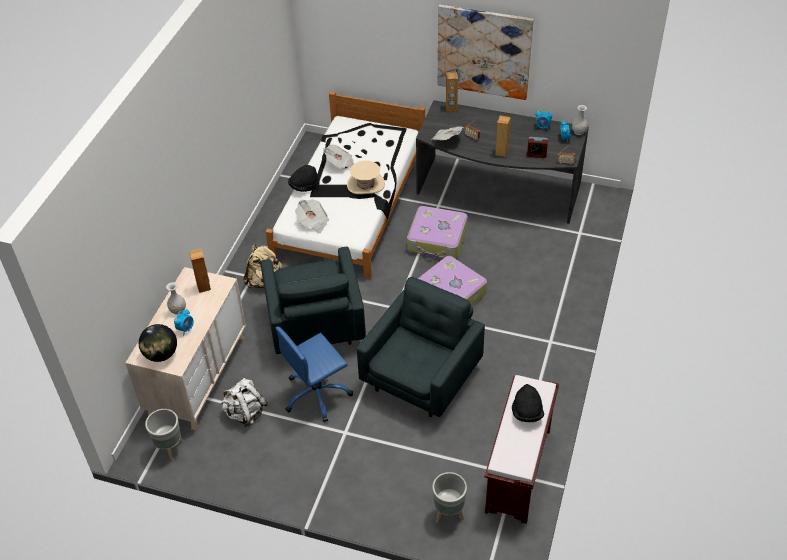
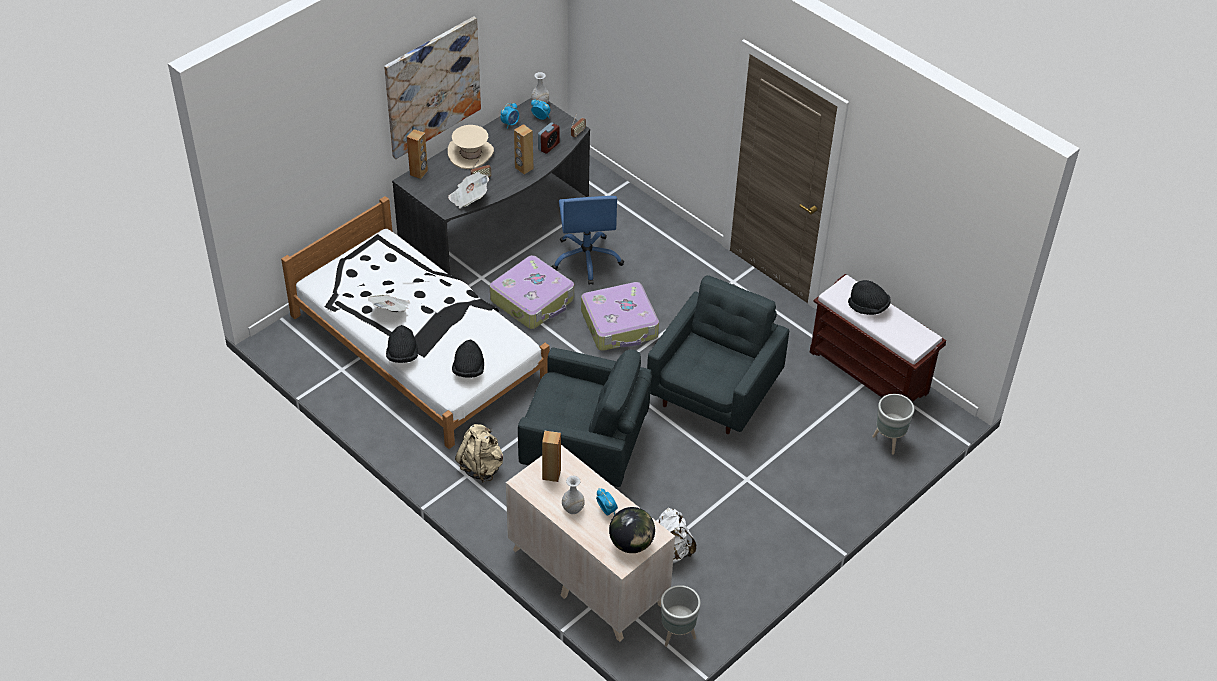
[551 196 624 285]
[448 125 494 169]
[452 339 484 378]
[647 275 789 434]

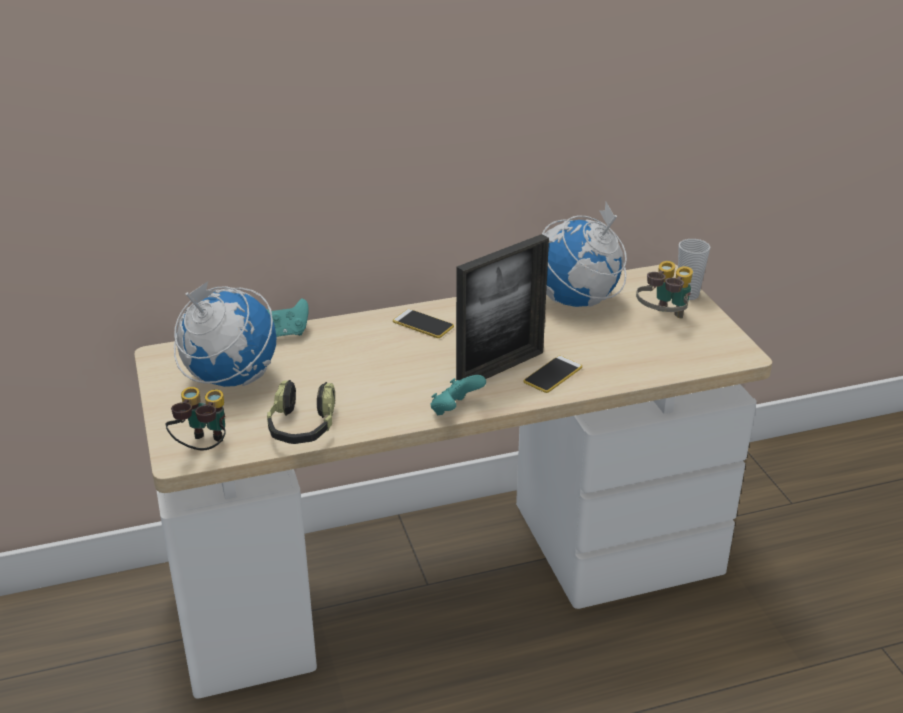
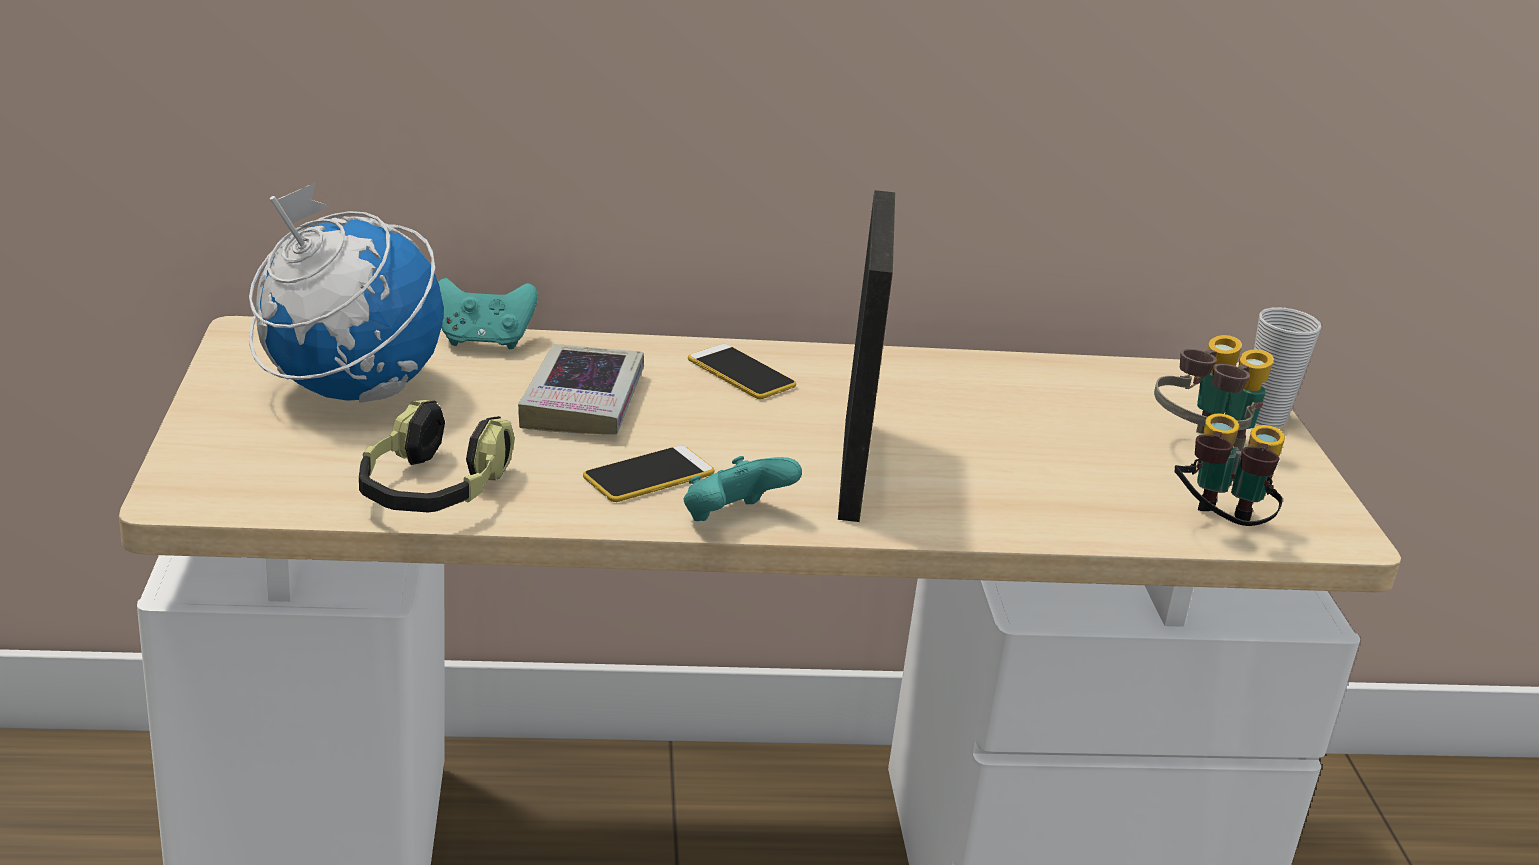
[542 202 627 307] (first image)
[518 344 644 435]
[1175 413 1285 526]
[583 445 714 502]
[838 190 895 522]

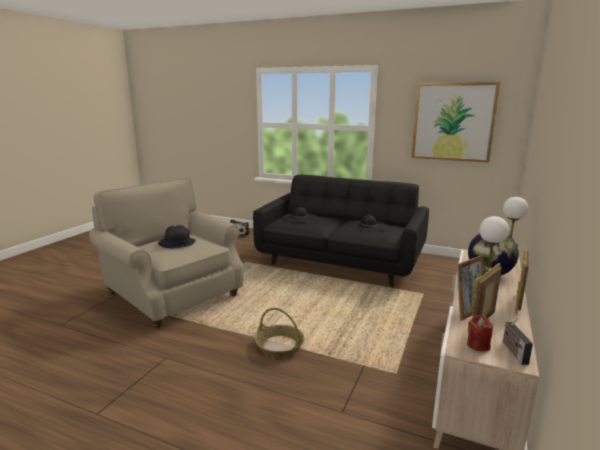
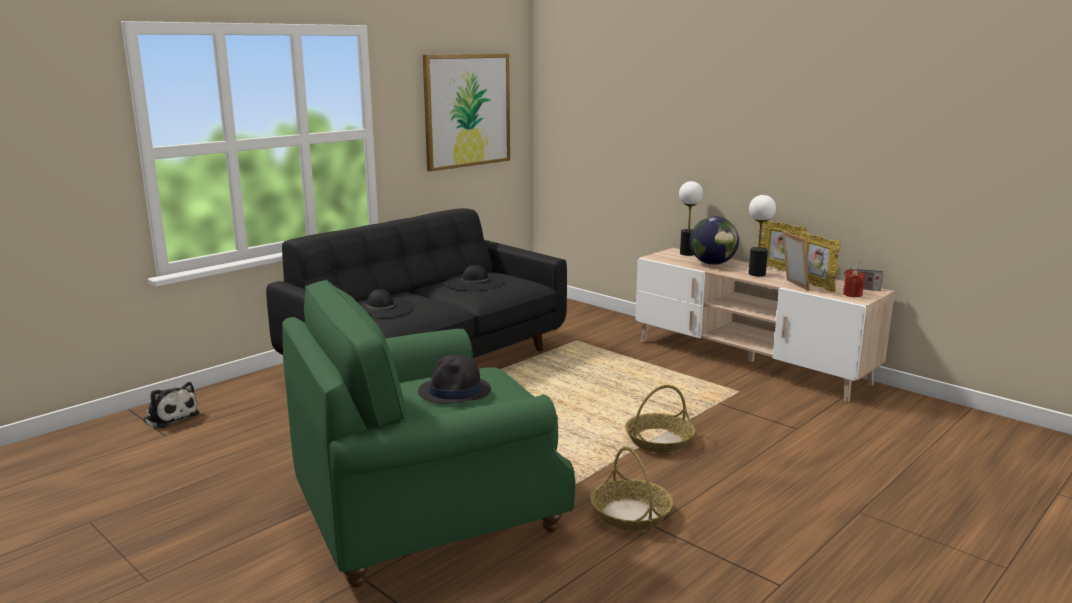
[590 447 673 531]
[282 280 575 587]

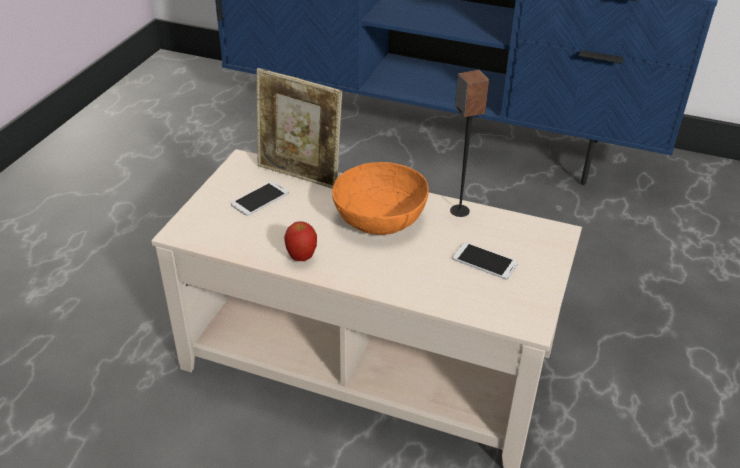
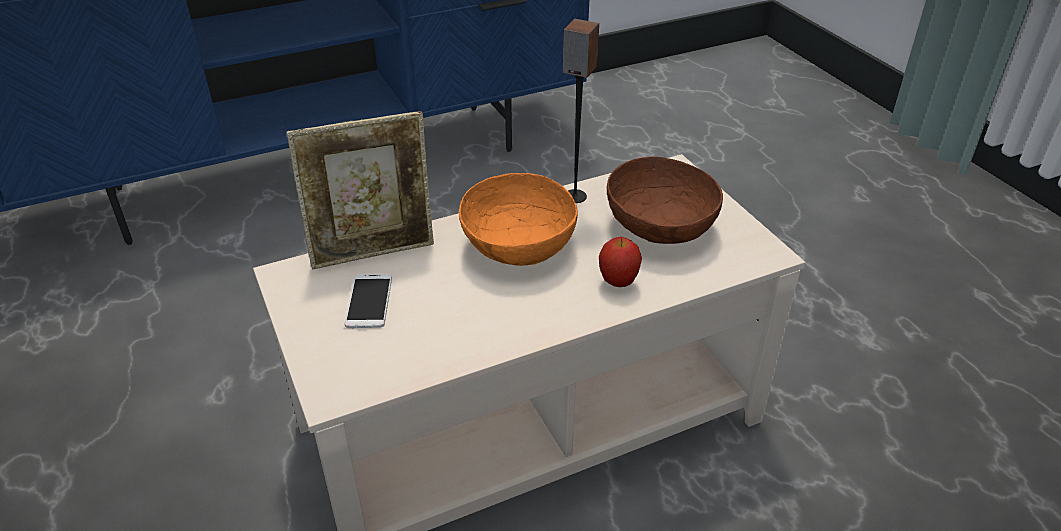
[599 237 642 287]
[607 156 723 244]

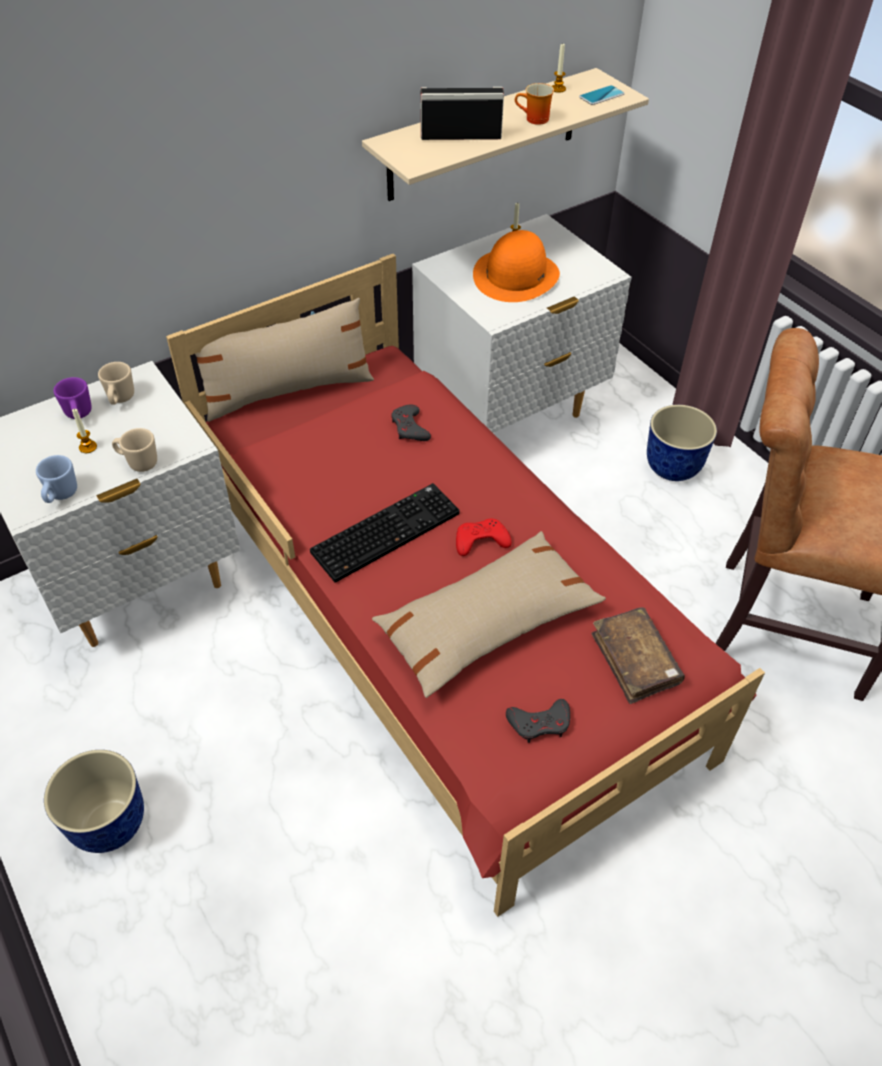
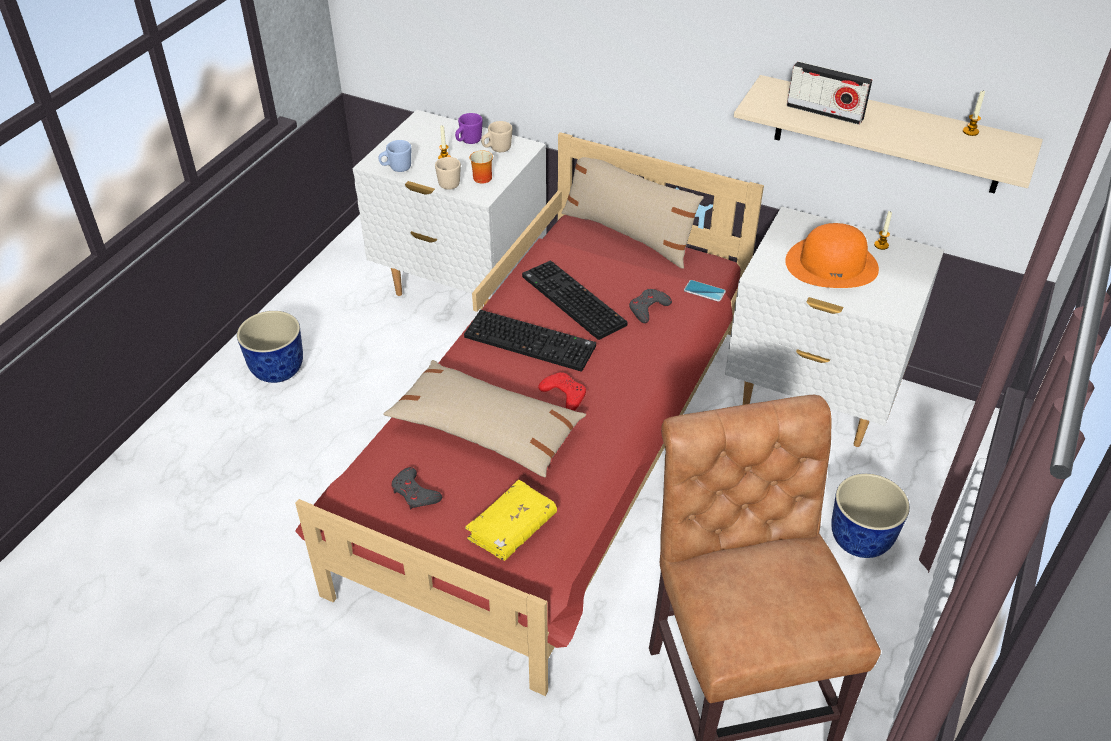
[522 261 628 340]
[469 151 493 183]
[684 280 726 302]
[465 480 557 561]
[787 61 872 125]

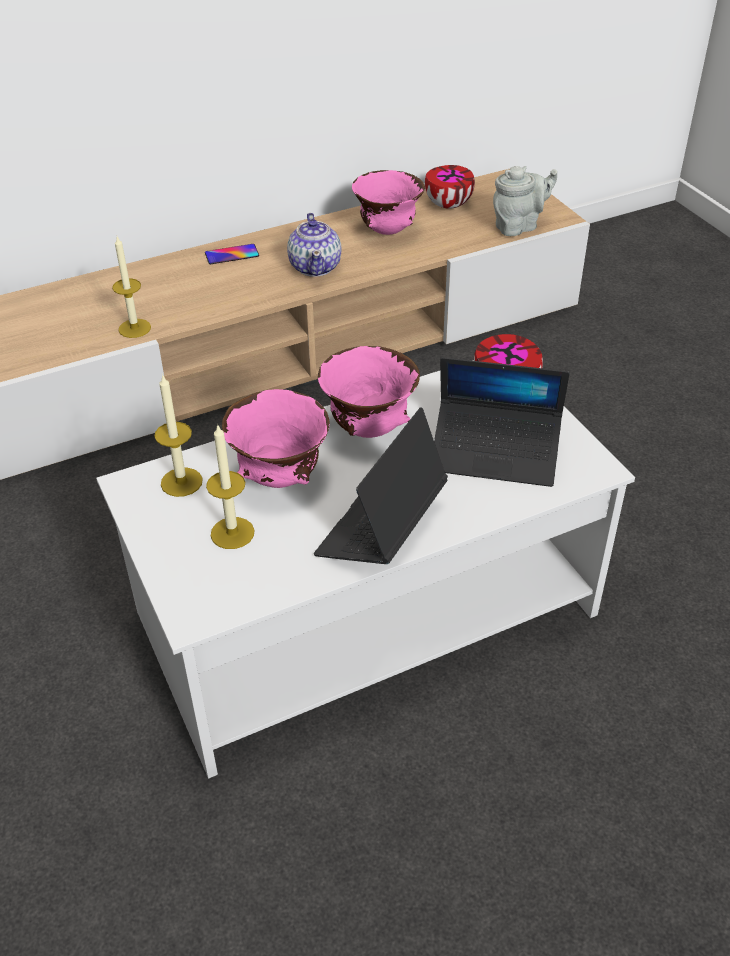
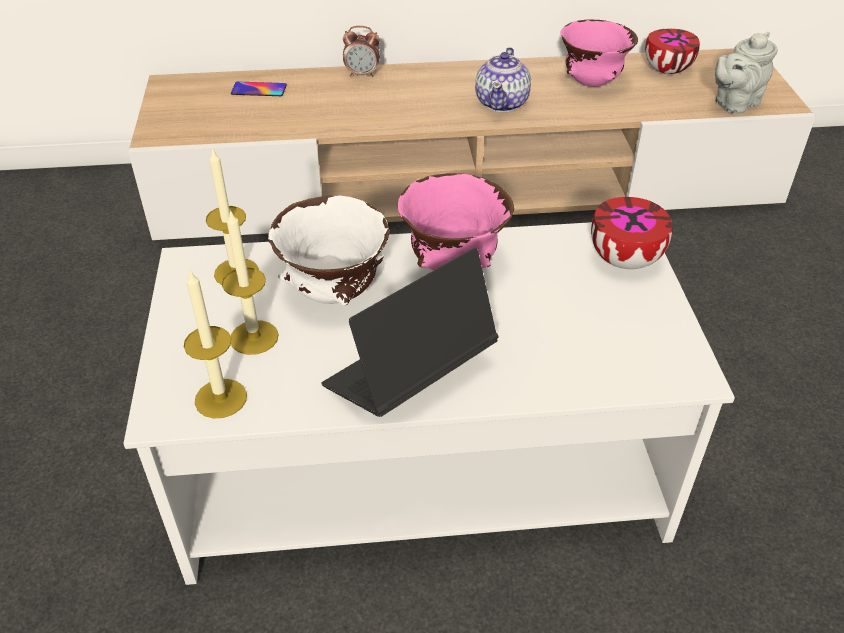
[434 357 569 487] (first image)
[343 26 380 77]
[184 269 247 419]
[231 82 287 96]
[268 195 389 306]
[715 32 778 114]

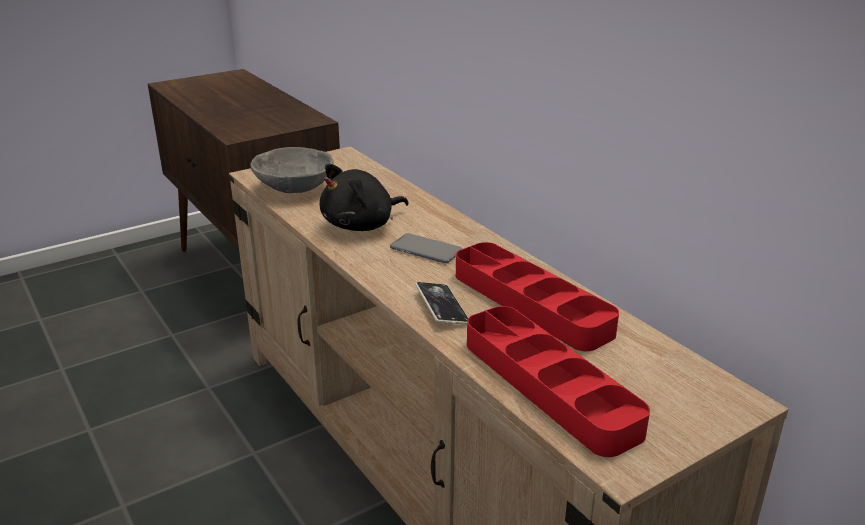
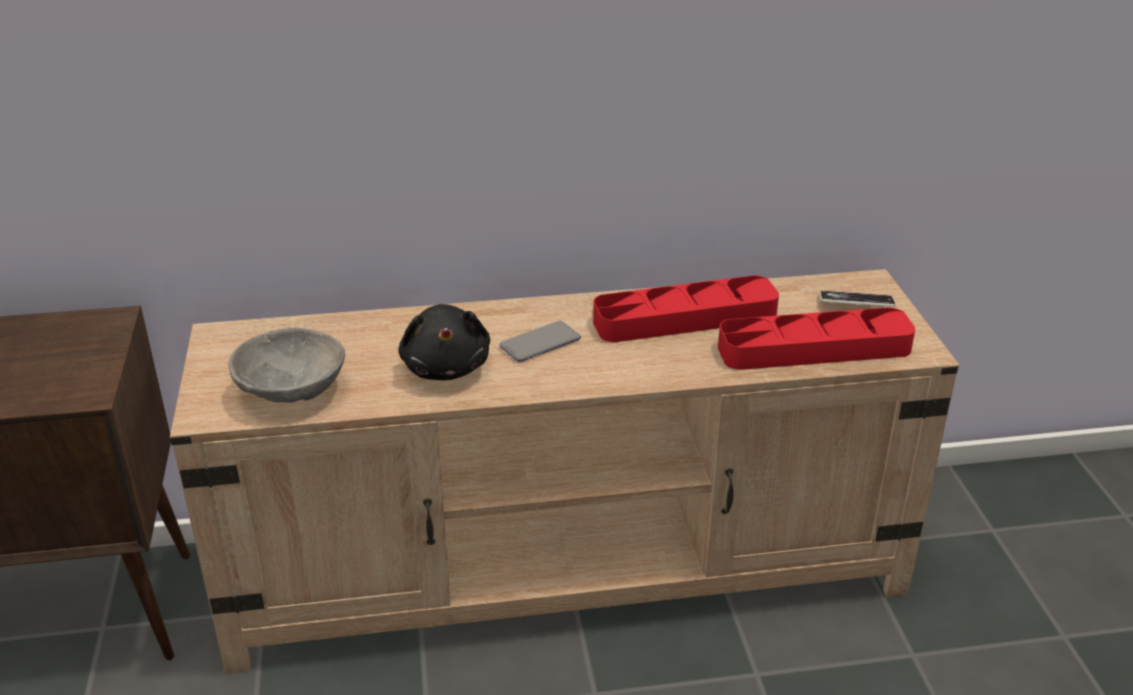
[819 291 896 307]

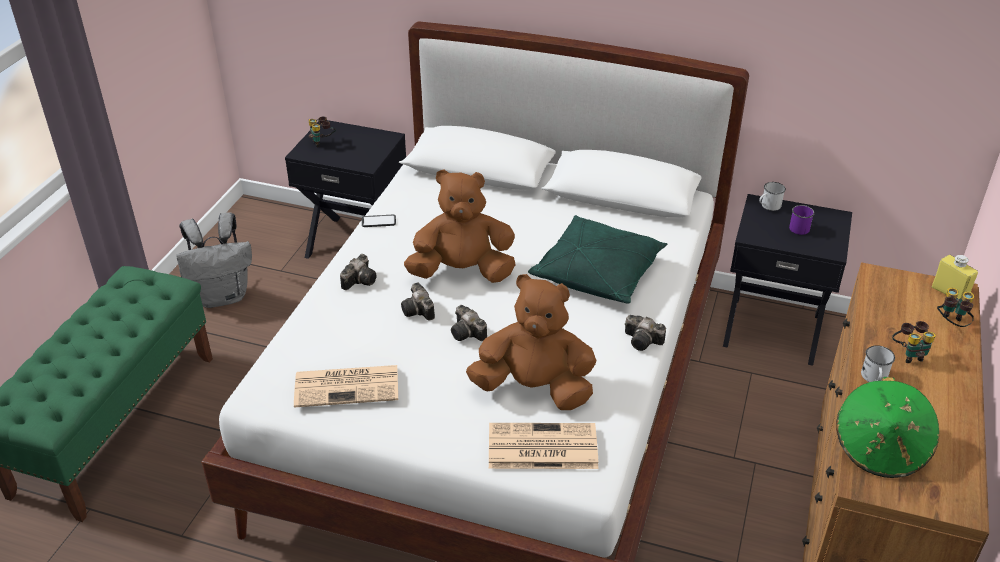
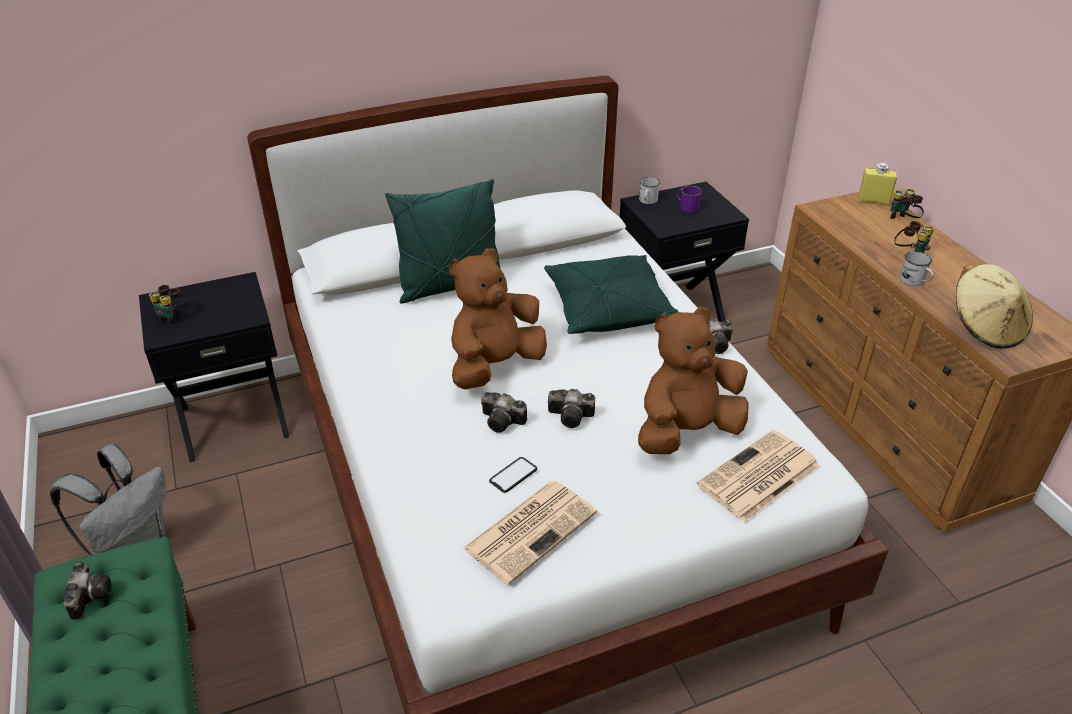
[385 179 500 304]
[64 562 112 620]
[489 457 537 493]
[956 264 1033 349]

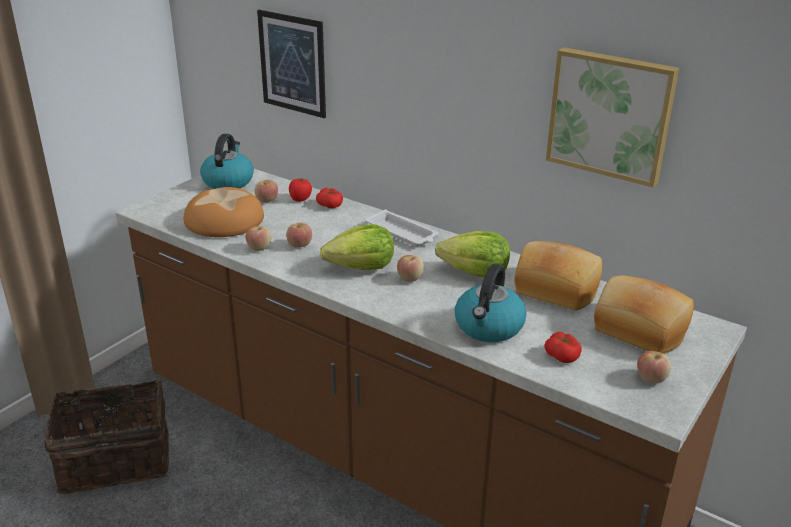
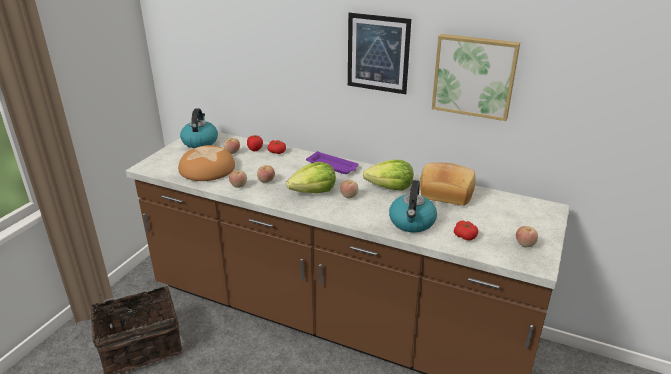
[594 276 694 354] (first image)
[348 13 411 94]
[306 151 359 174]

